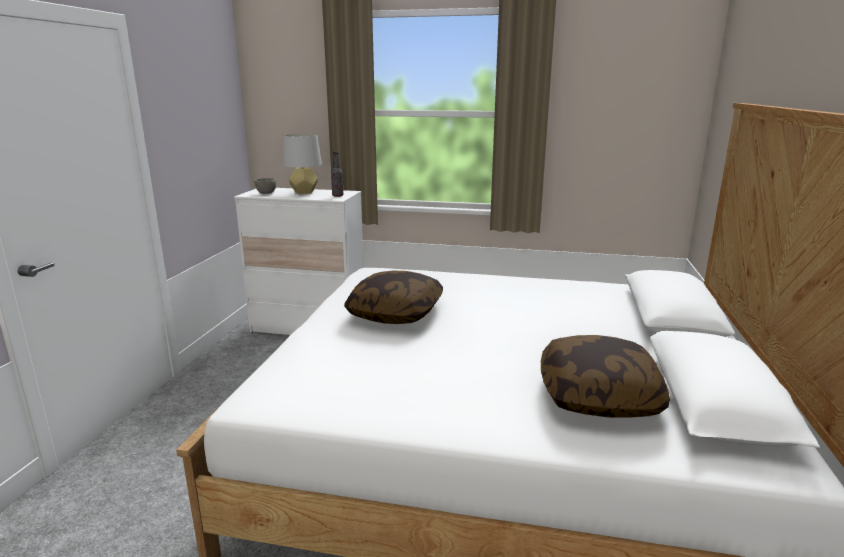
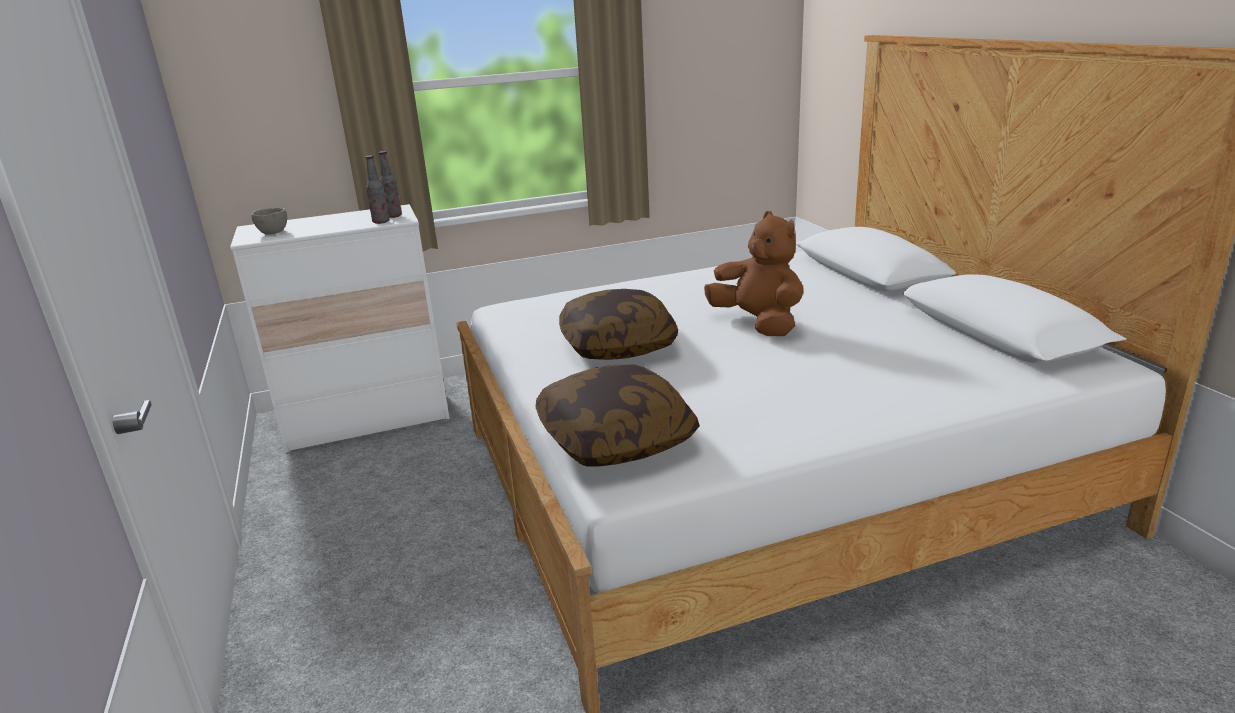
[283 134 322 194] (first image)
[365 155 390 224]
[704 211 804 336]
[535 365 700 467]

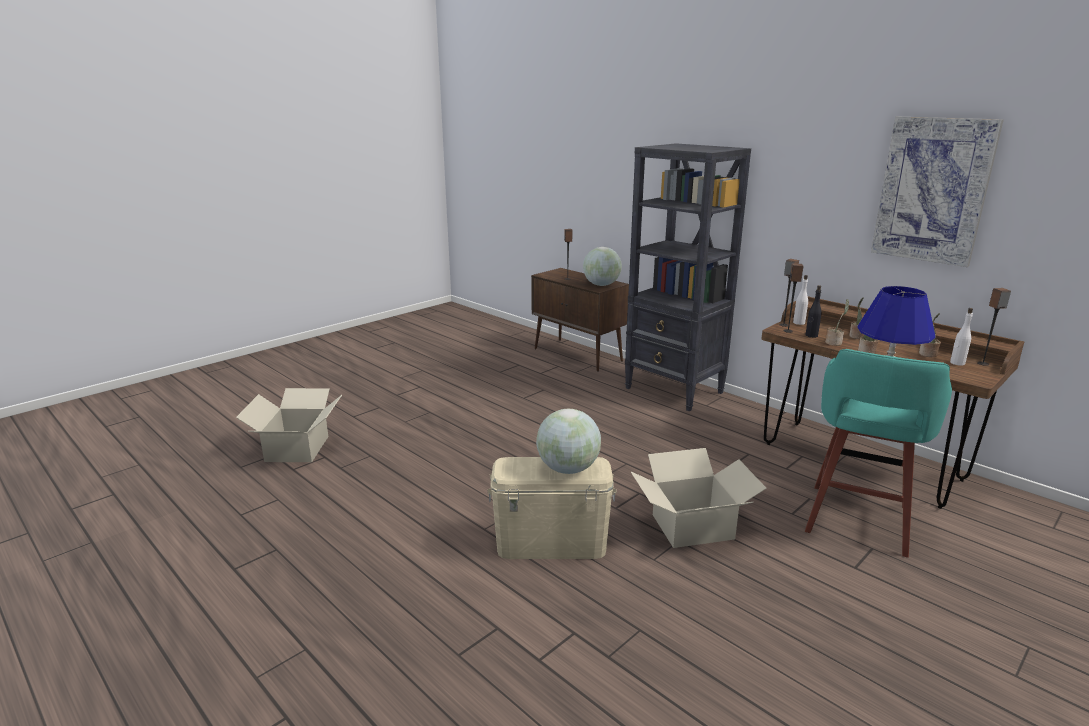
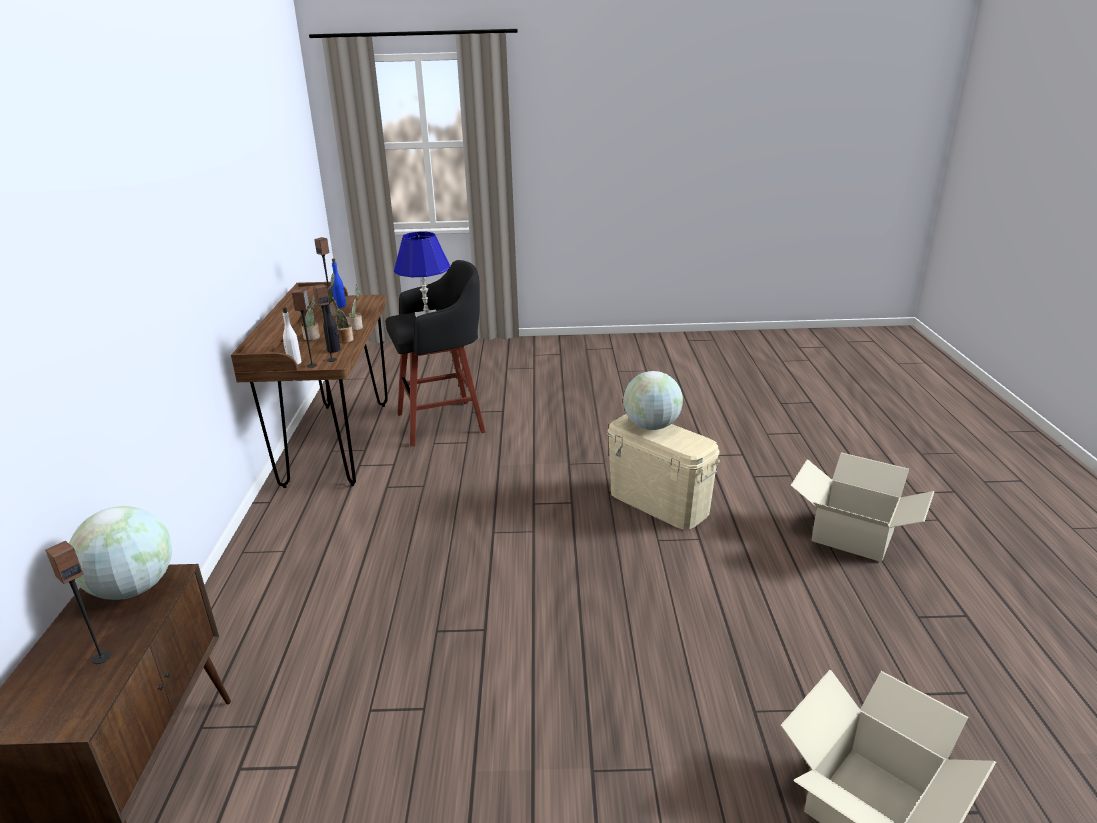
[625 143 751 412] (first image)
[871 117 1004 267] (first image)
[790 452 935 562]
[385 260 486 447]
[332 259 346 308]

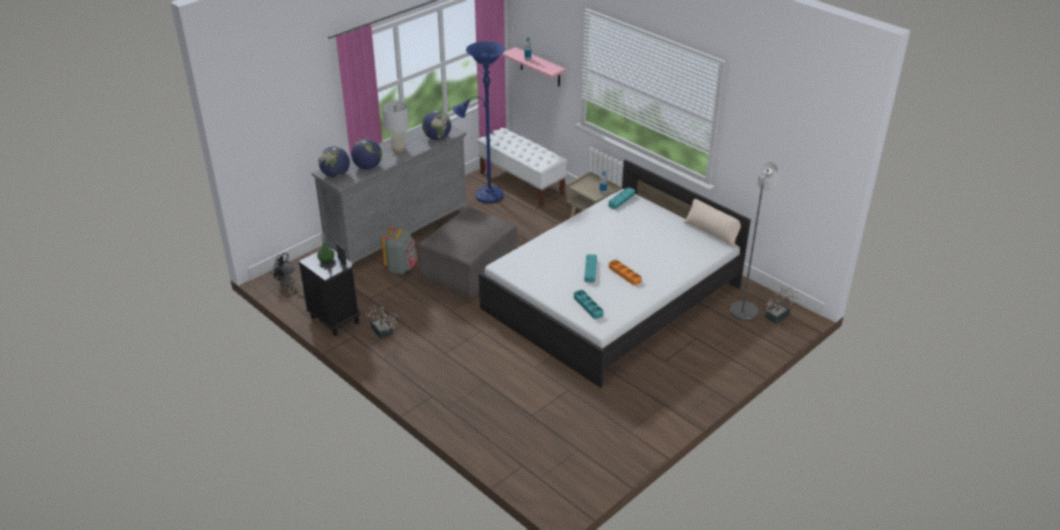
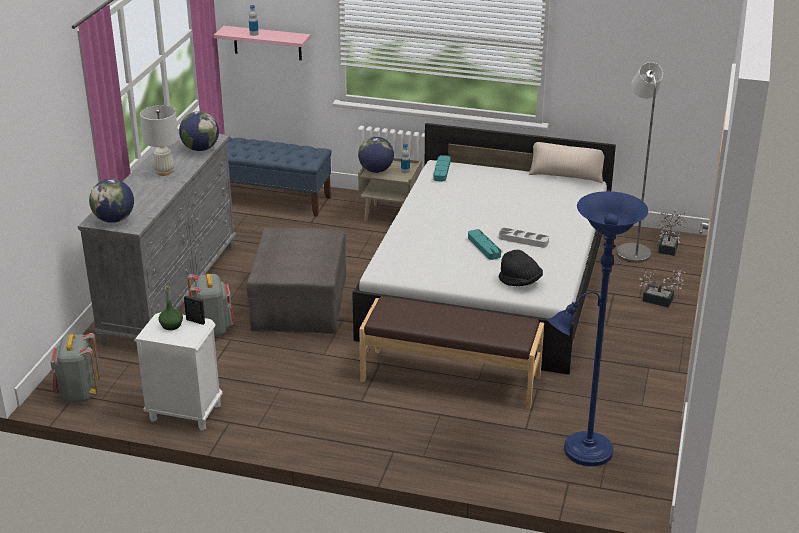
[359 296 544 409]
[358 137 394 173]
[639 270 686 307]
[547 191 648 466]
[50 333 101 403]
[499 250 543 286]
[134 312 223 430]
[227 138 332 217]
[499 228 549 248]

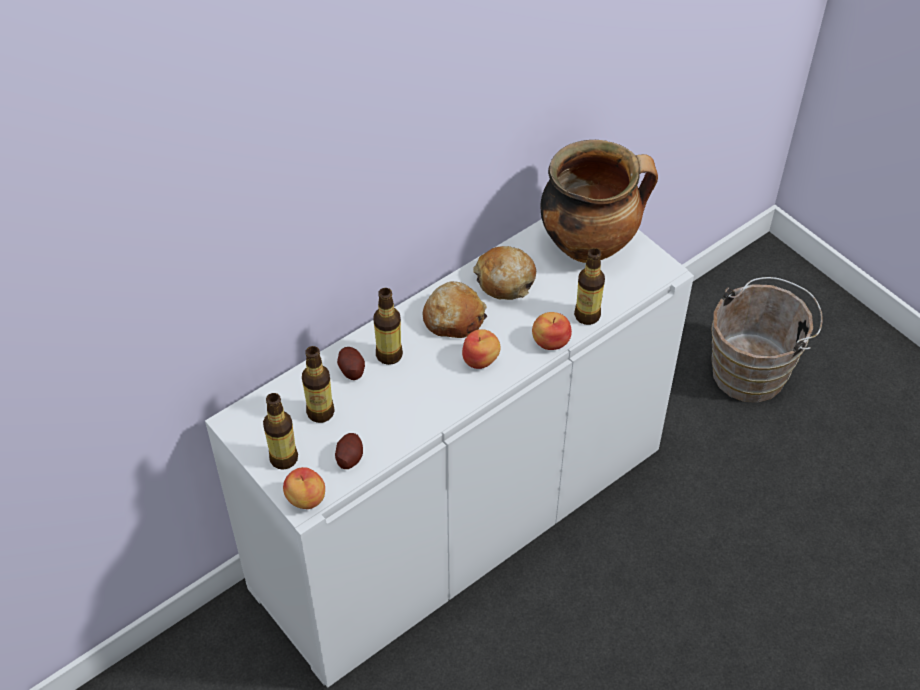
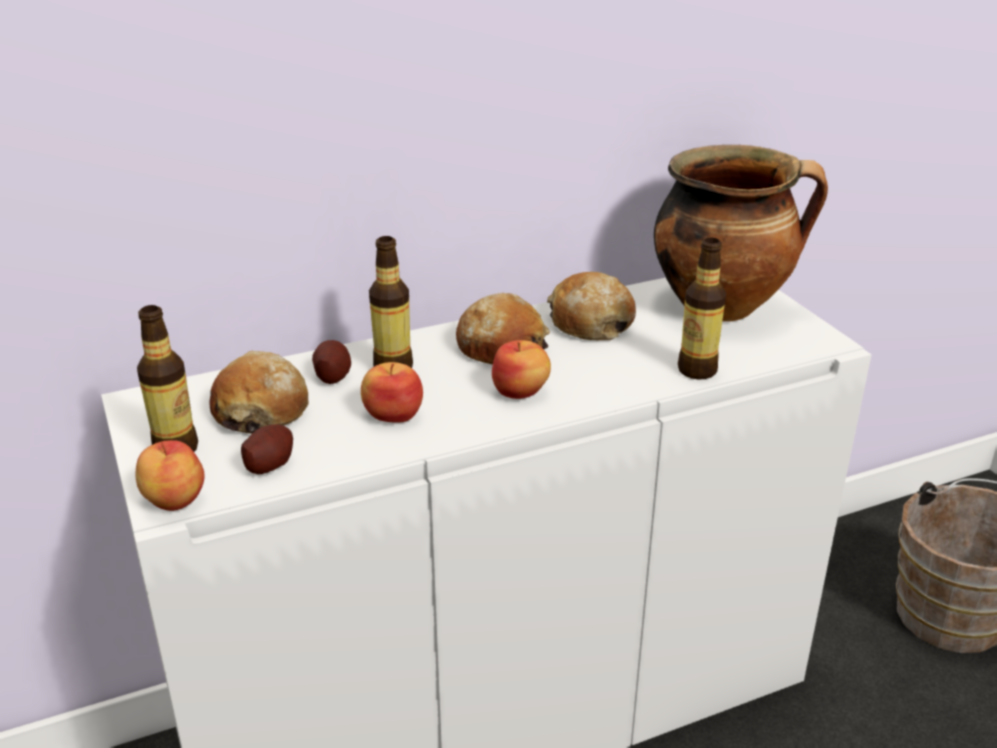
[361 362 423 422]
[209 351 309 434]

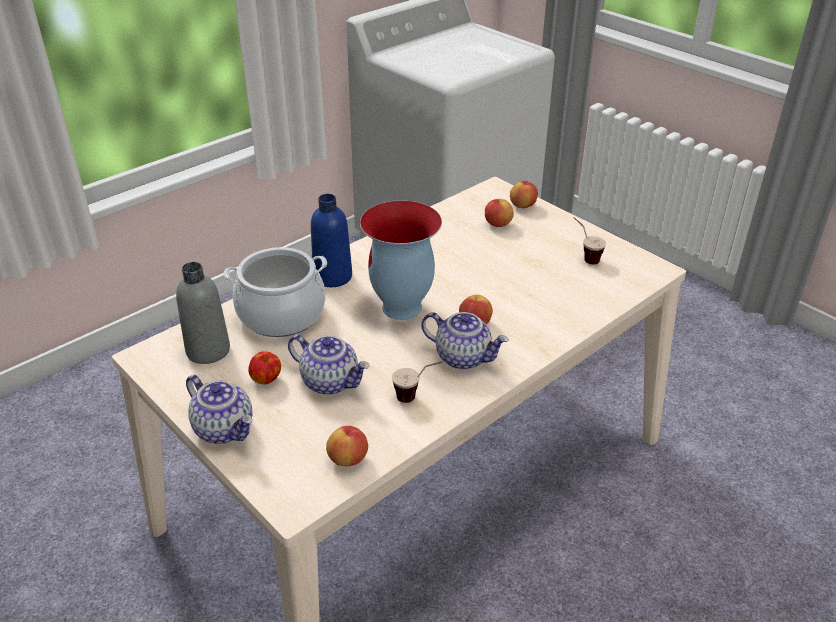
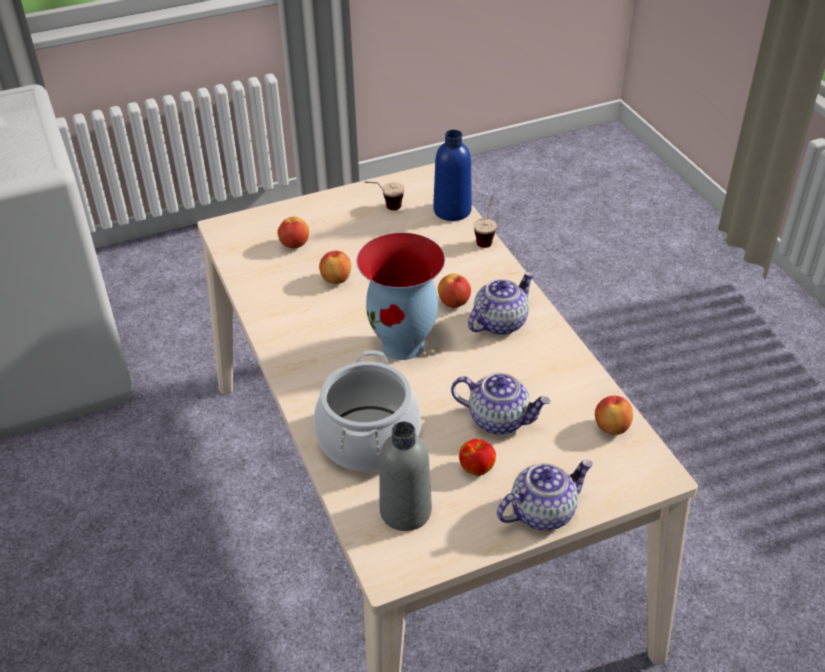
[433 130 472 221]
[473 195 497 248]
[319 251 351 284]
[451 373 551 434]

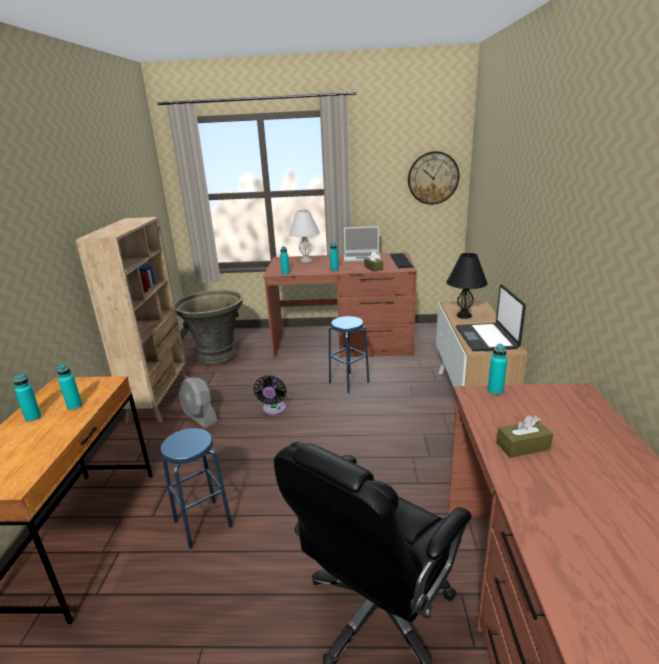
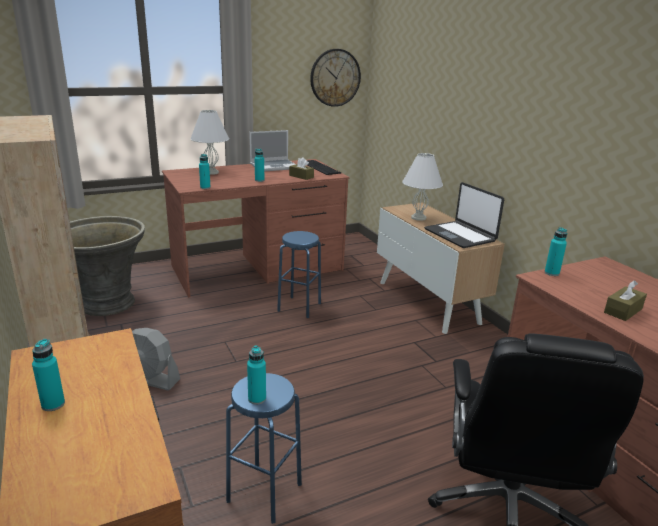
[254 375 286 415] (first image)
[247 345 266 405]
[402 153 443 221]

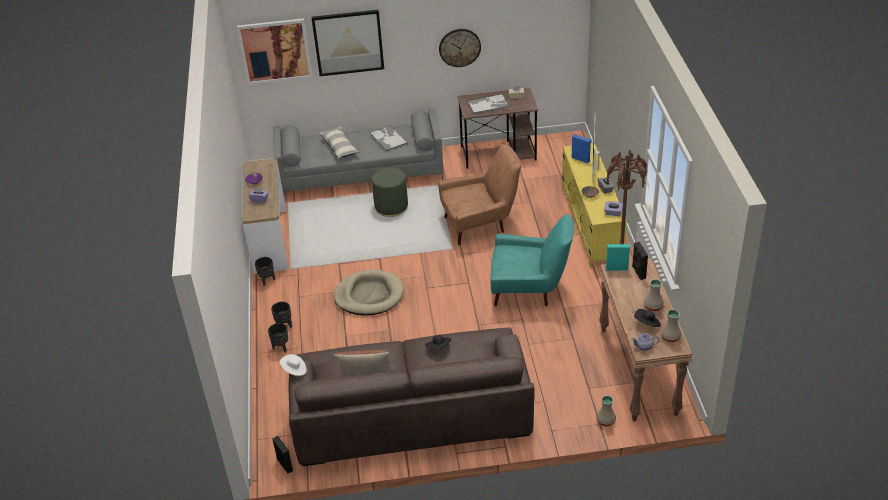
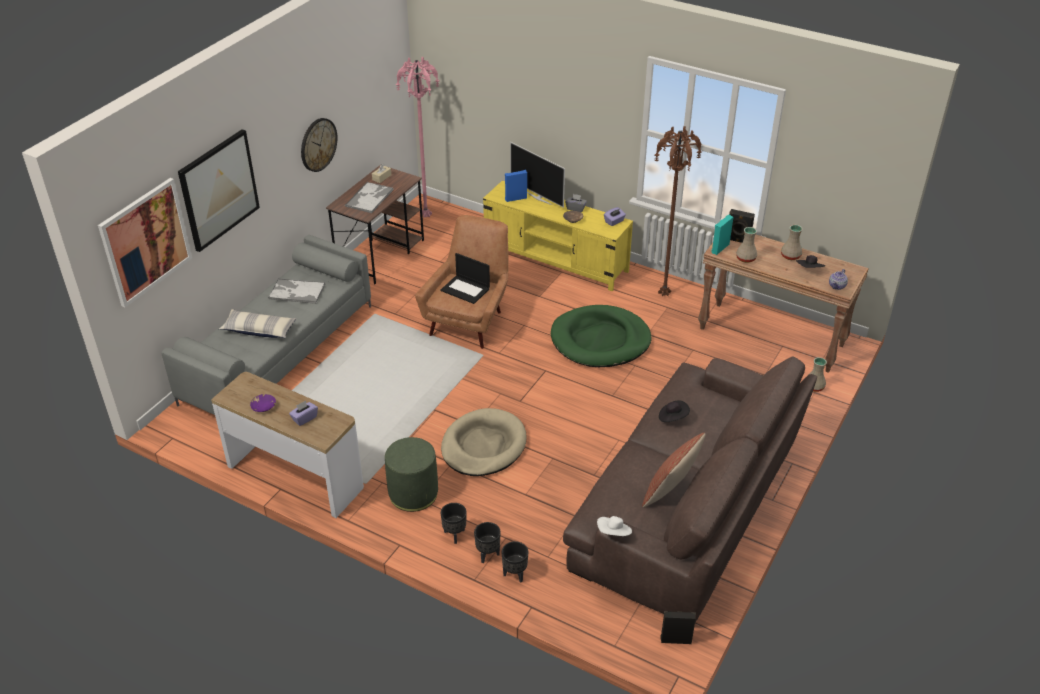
[396 57 440 218]
[441 253 490 304]
[502 541 528 583]
[385 437 438 512]
[736 227 757 263]
[551 305 652 367]

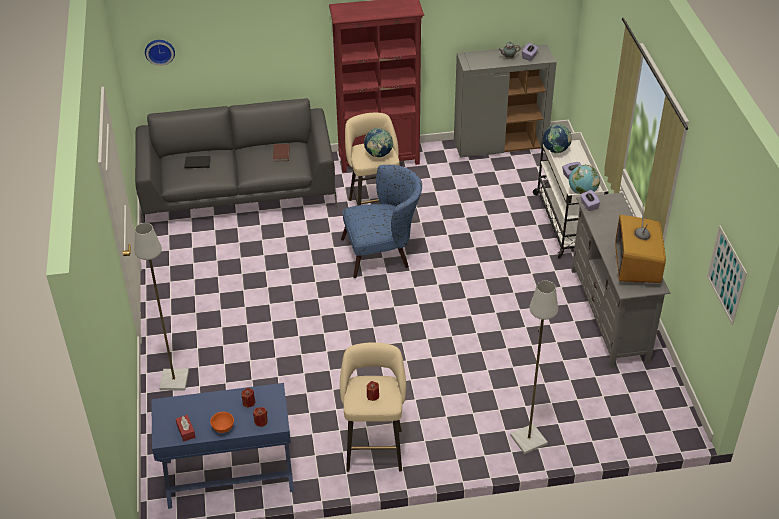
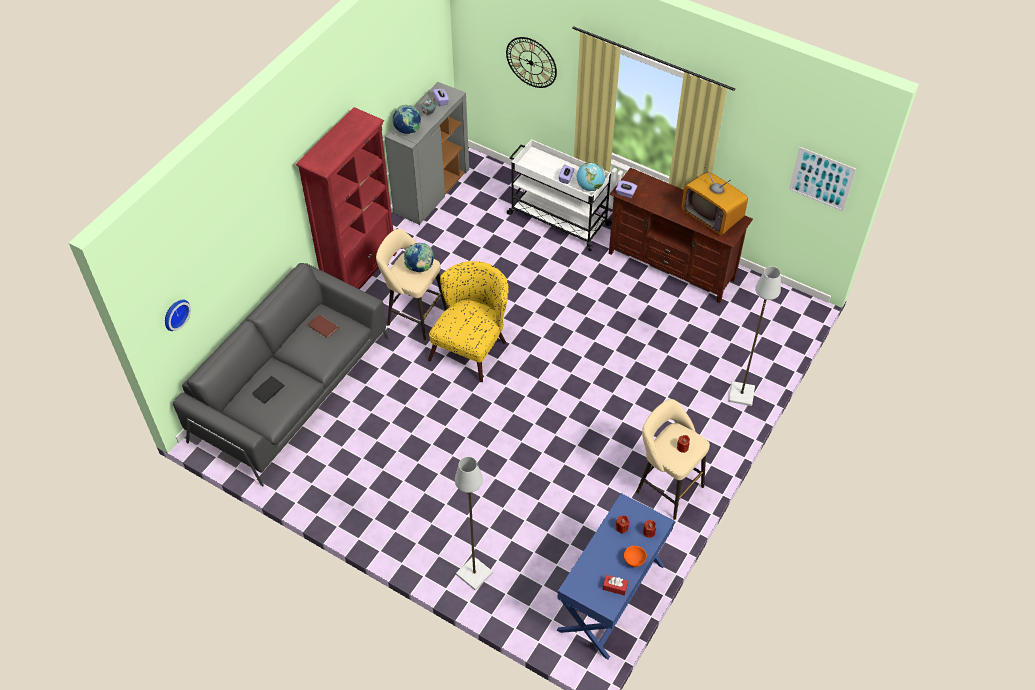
[506 37 557 88]
[393 104 421 134]
[428 261 509 382]
[609 168 753 303]

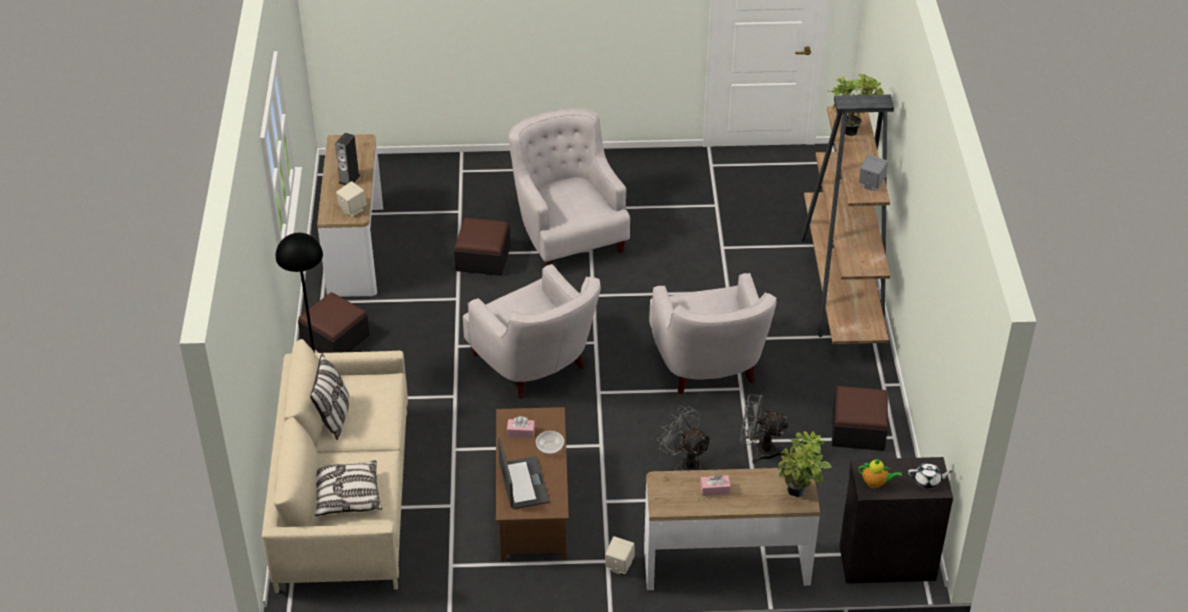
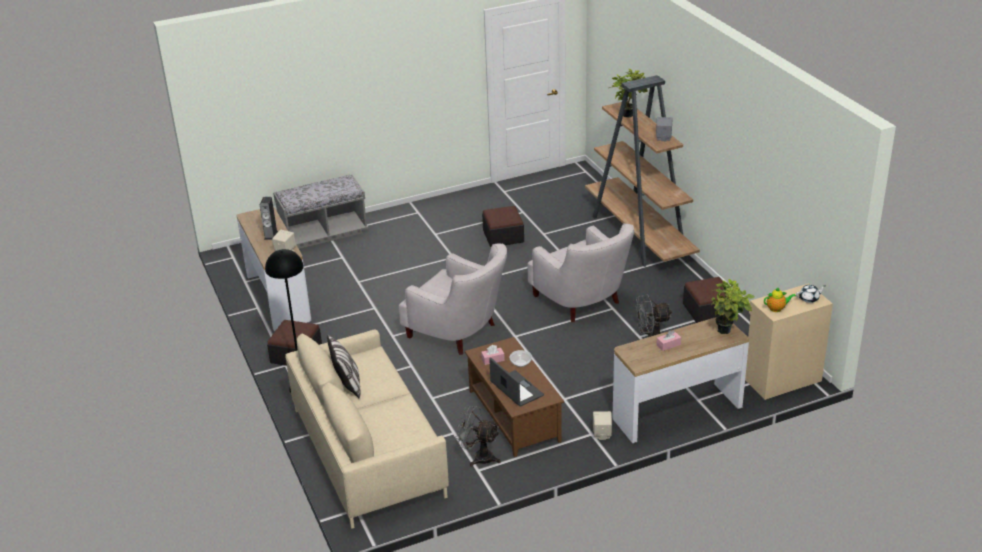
[315 460 382 516] (first image)
[509 108 630 266] (first image)
[273 175 368 249]
[482 206 524 247]
[455 405 501 467]
[745 283 833 400]

